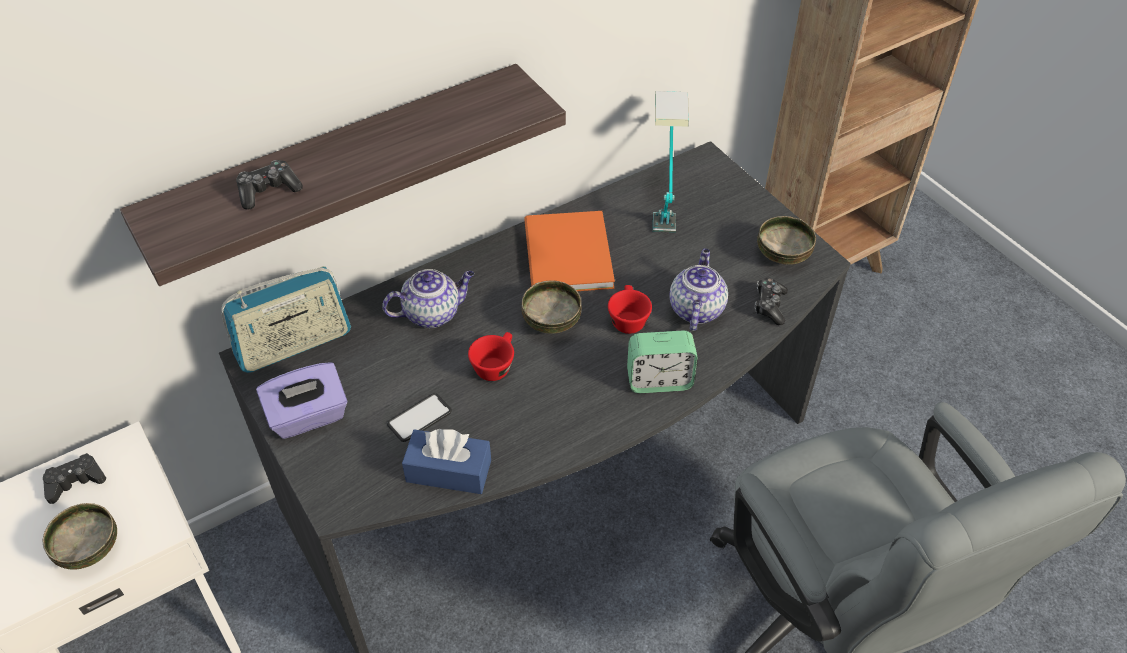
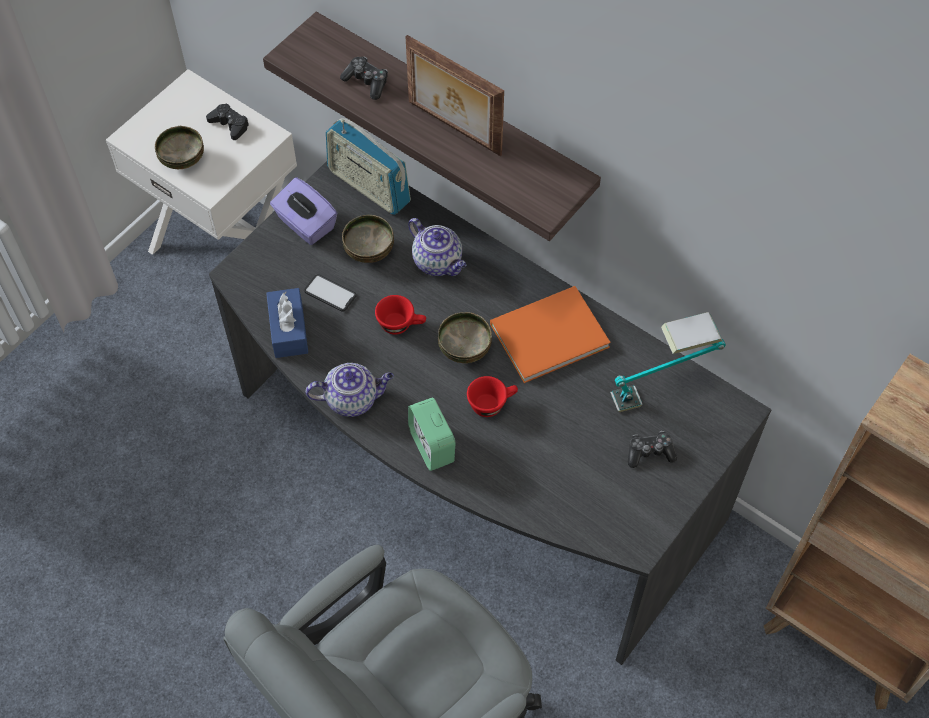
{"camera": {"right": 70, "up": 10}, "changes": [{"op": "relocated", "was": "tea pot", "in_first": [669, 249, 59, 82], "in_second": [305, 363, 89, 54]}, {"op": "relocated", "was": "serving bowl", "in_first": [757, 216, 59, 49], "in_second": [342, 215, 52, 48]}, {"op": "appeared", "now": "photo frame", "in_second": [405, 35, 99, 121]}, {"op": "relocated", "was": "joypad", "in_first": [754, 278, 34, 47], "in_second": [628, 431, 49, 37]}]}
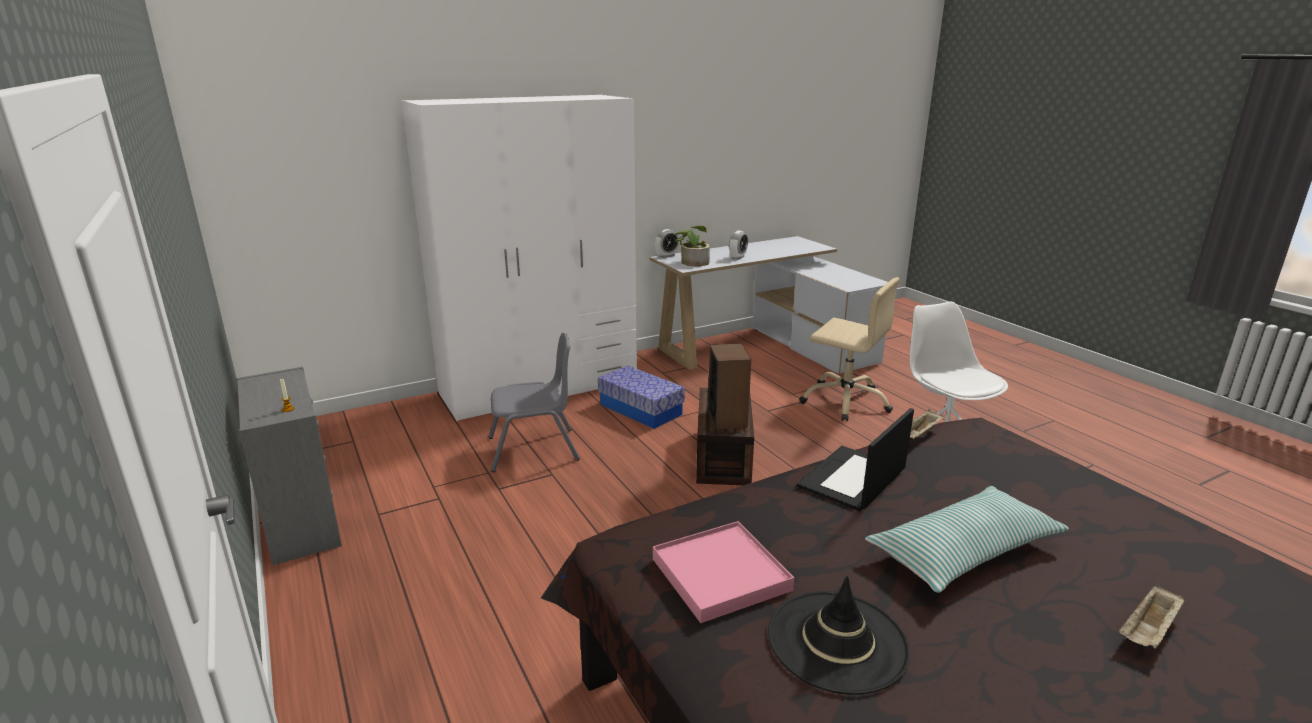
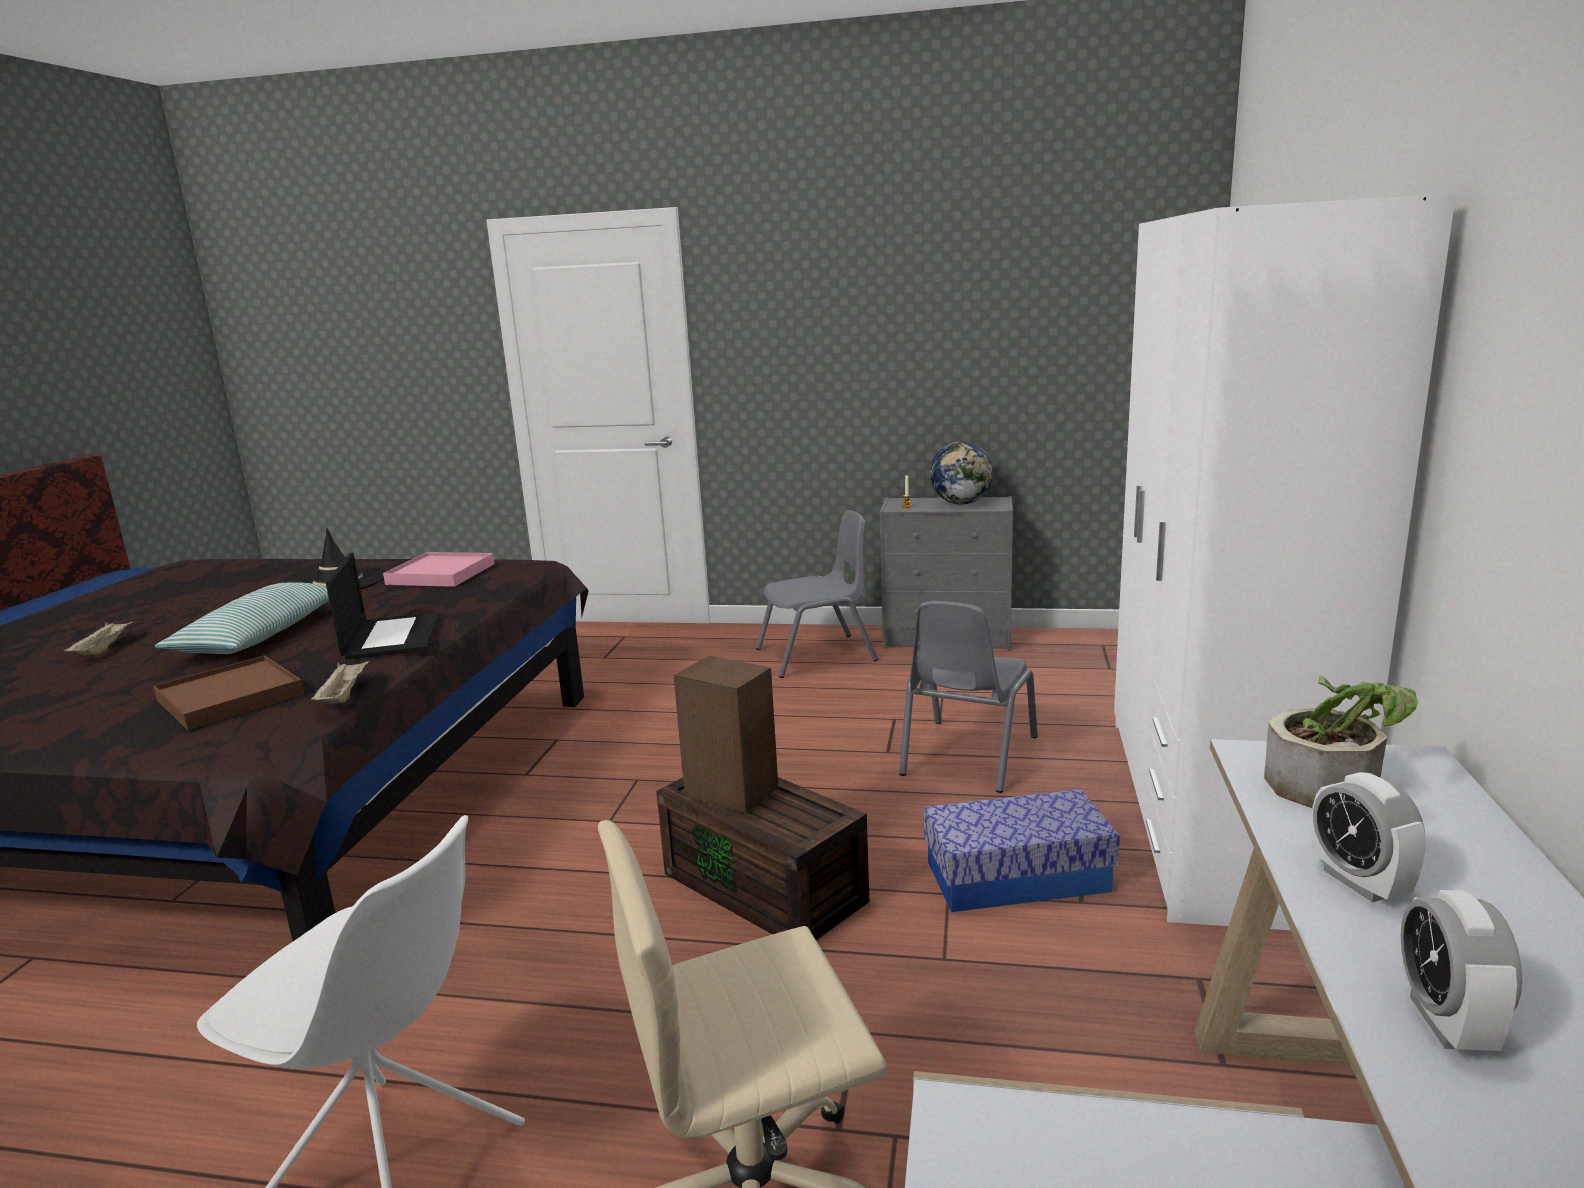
{"camera": {"right": 130, "up": -5}, "changes": [{"op": "appeared", "now": "brownish carrying tray", "in_second": [153, 655, 151, 75]}, {"op": "appeared", "now": "gray plain chair", "in_second": [756, 510, 122, 168]}, {"op": "appeared", "now": "desk globe", "in_second": [930, 441, 63, 63]}, {"op": "relocated", "was": "bedside clock", "in_first": [655, 229, 24, 29], "in_second": [1401, 890, 121, 161]}]}
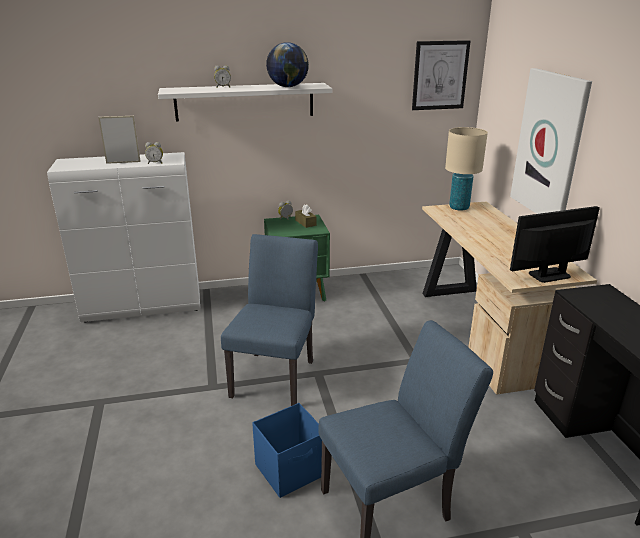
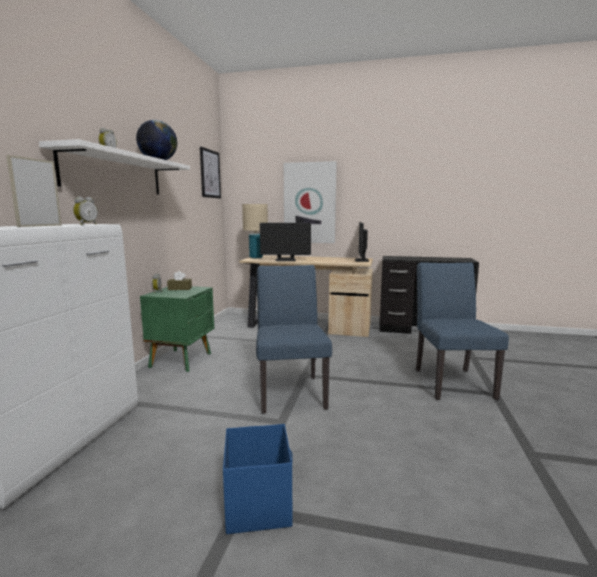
{"camera": {"right": -65, "up": -15}, "changes": [{"op": "relocated", "was": "blue-coloured storage container", "in_first": [252, 403, 70, 95], "in_second": [223, 424, 70, 110]}, {"op": "spun", "was": "blue-coloured plain chair", "in_first": [221, 234, 97, 172], "in_second": [256, 265, 76, 149], "clockwise": 45}, {"op": "appeared", "now": "monitor", "in_second": [260, 223, 51, 38]}]}
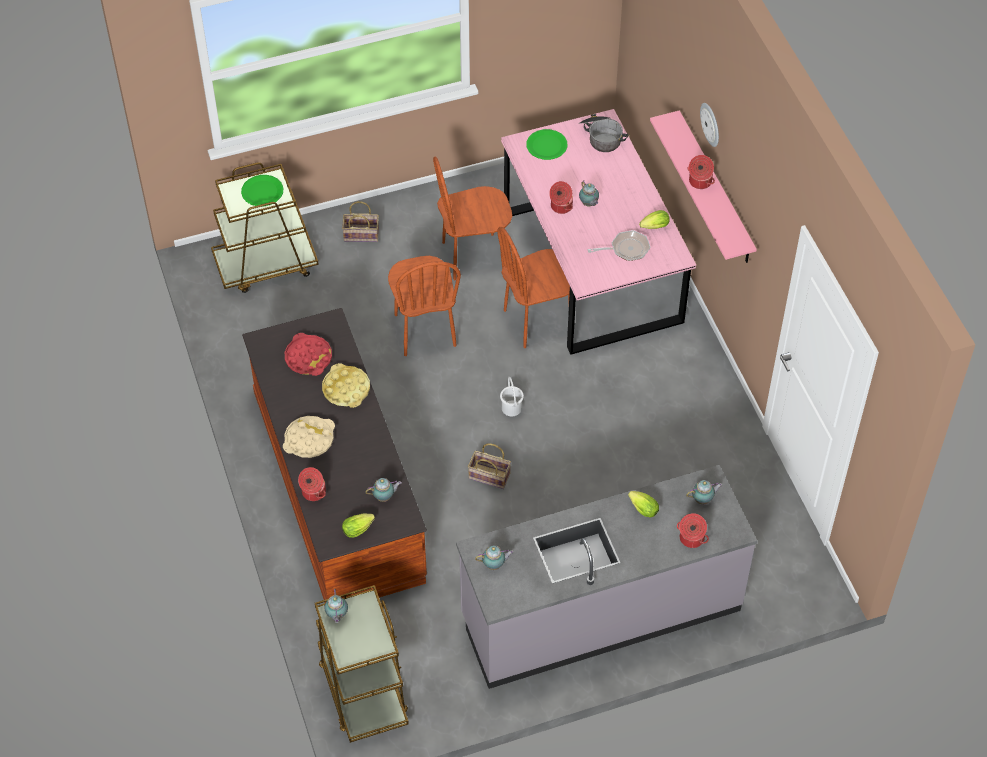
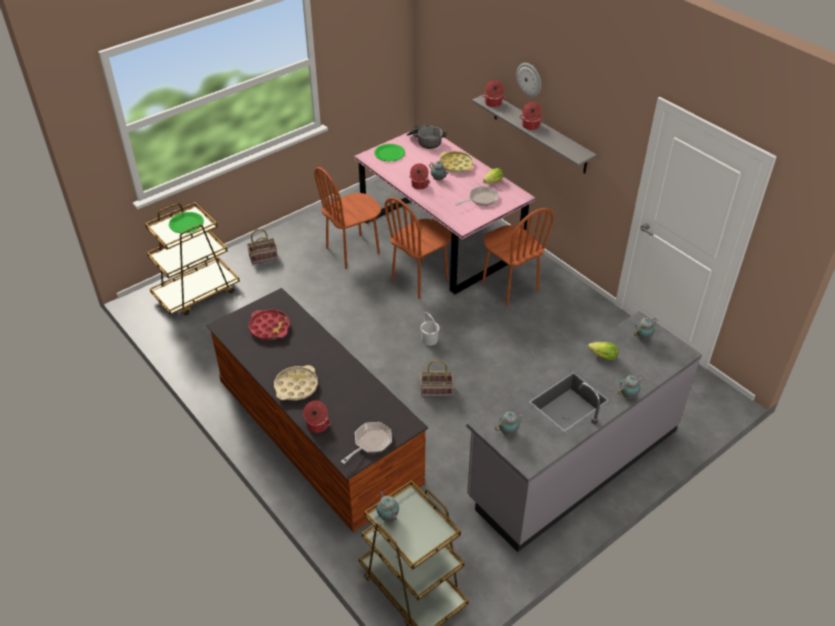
{"camera": {"right": -20, "up": -10}, "changes": [{"op": "exchanged", "was": "head of lettuce", "now": "pan", "in_first": [342, 514, 33, 23], "in_second": [341, 422, 51, 42]}, {"op": "relocated", "was": "yellowish carrying tray", "in_first": [322, 363, 48, 45], "in_second": [439, 151, 34, 21]}, {"op": "colour", "was": "pink-coloured shelf", "now": "gray shelf", "in_first": [650, 110, 107, 153], "in_second": [472, 94, 125, 80]}, {"op": "relocated", "was": "stockpot", "in_first": [677, 513, 32, 35], "in_second": [482, 80, 24, 27]}, {"op": "relocated", "was": "brownish plain chair", "in_first": [388, 256, 73, 100], "in_second": [482, 208, 72, 98]}, {"op": "relocated", "was": "tea pot", "in_first": [365, 478, 37, 24], "in_second": [618, 375, 26, 24]}]}
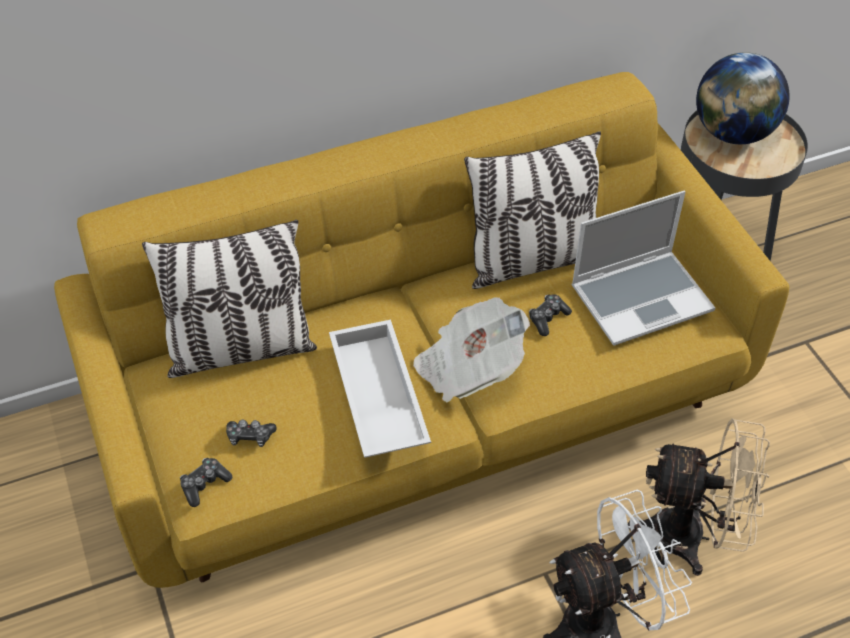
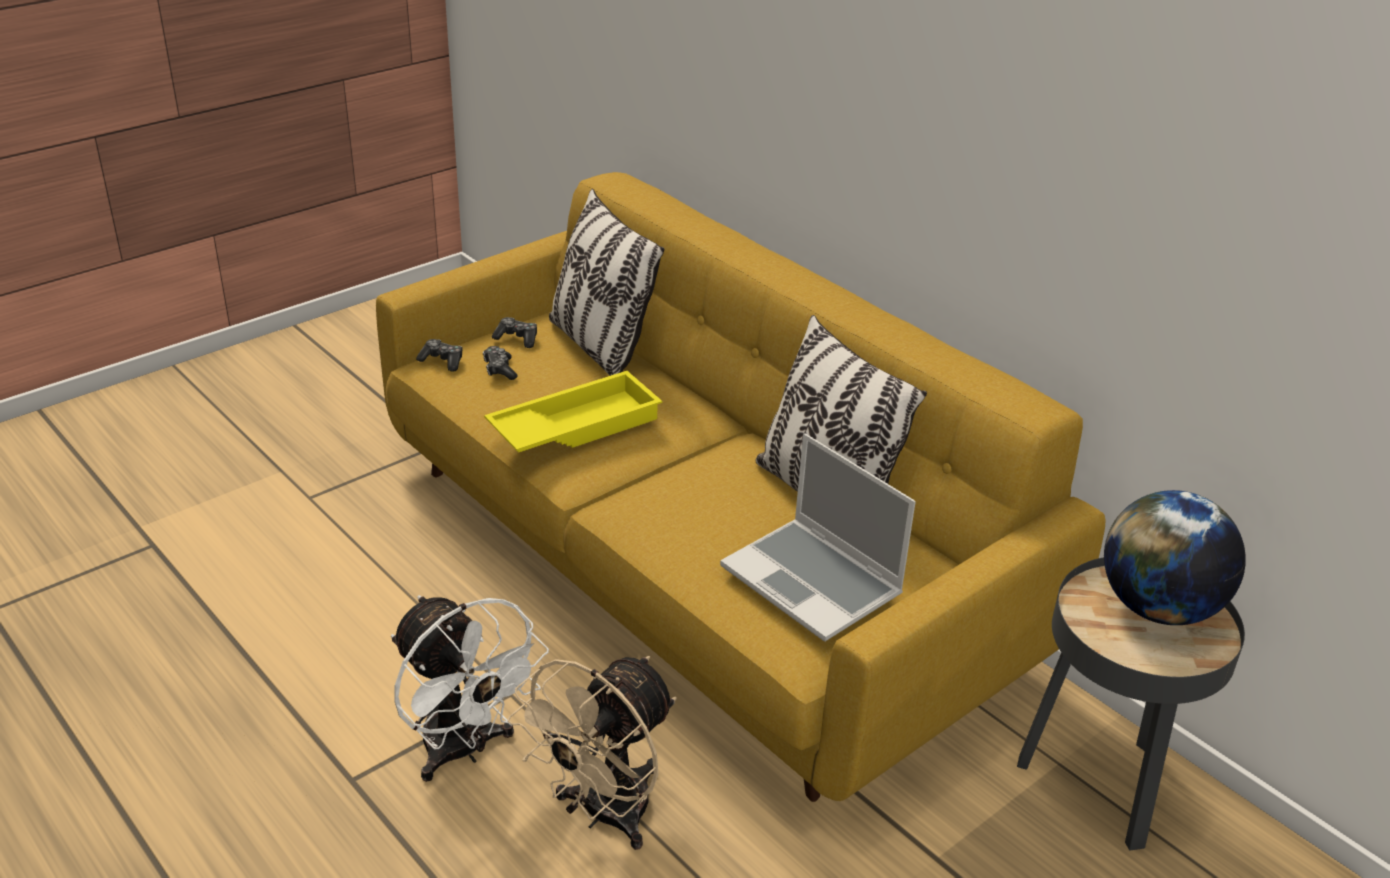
{"camera": {"right": 70, "up": -15}, "changes": [{"op": "colour", "was": "white carrying tray", "now": "yellowish carrying tray", "in_first": [329, 320, 102, 138], "in_second": [484, 371, 178, 82]}, {"op": "relocated", "was": "joypad", "in_first": [529, 294, 43, 42], "in_second": [492, 317, 45, 31]}, {"op": "spun", "was": "beige-coloured fan", "in_first": [628, 418, 142, 158], "in_second": [508, 656, 169, 194], "clockwise": 45}, {"op": "missing", "was": "newspaper", "in_first": [413, 297, 117, 106]}]}
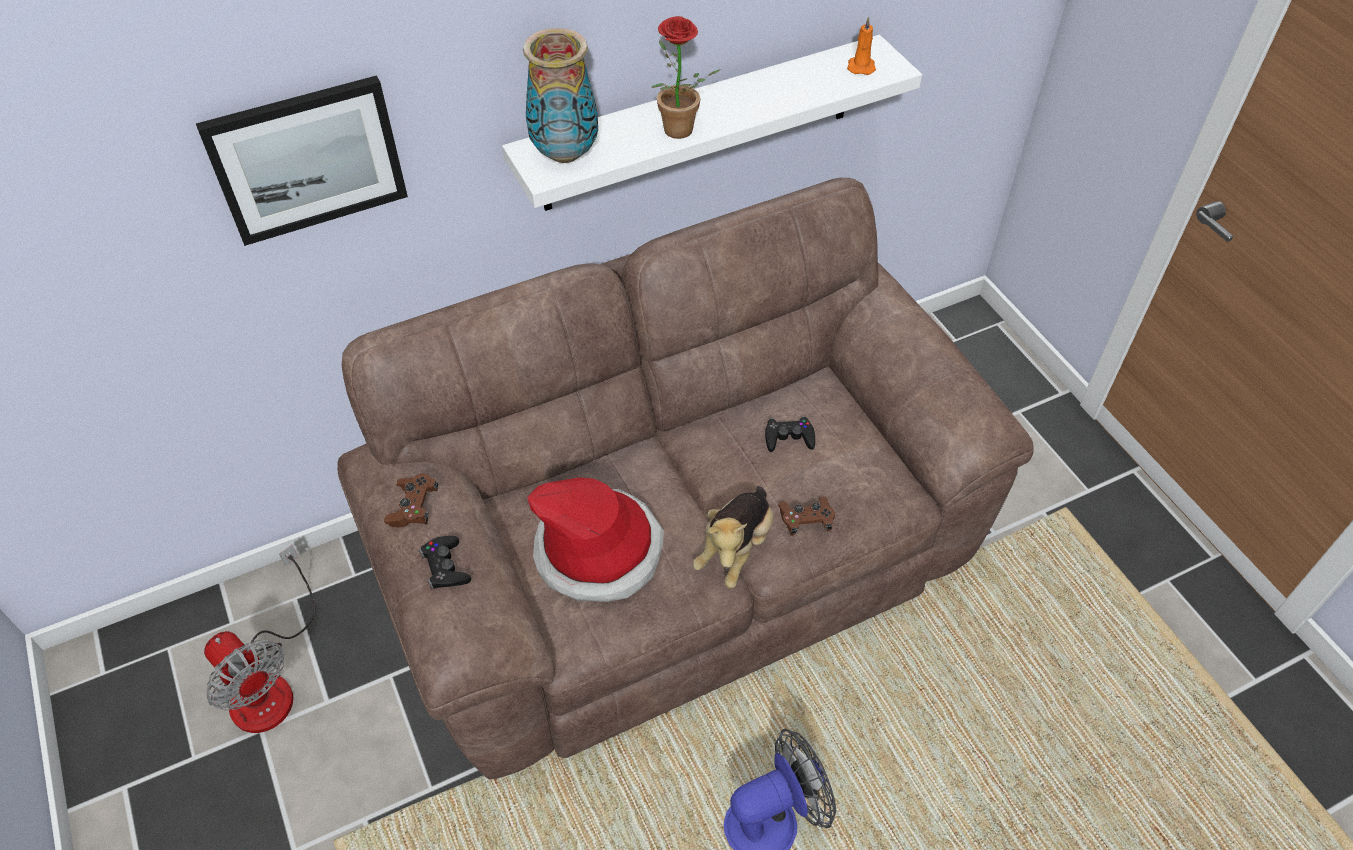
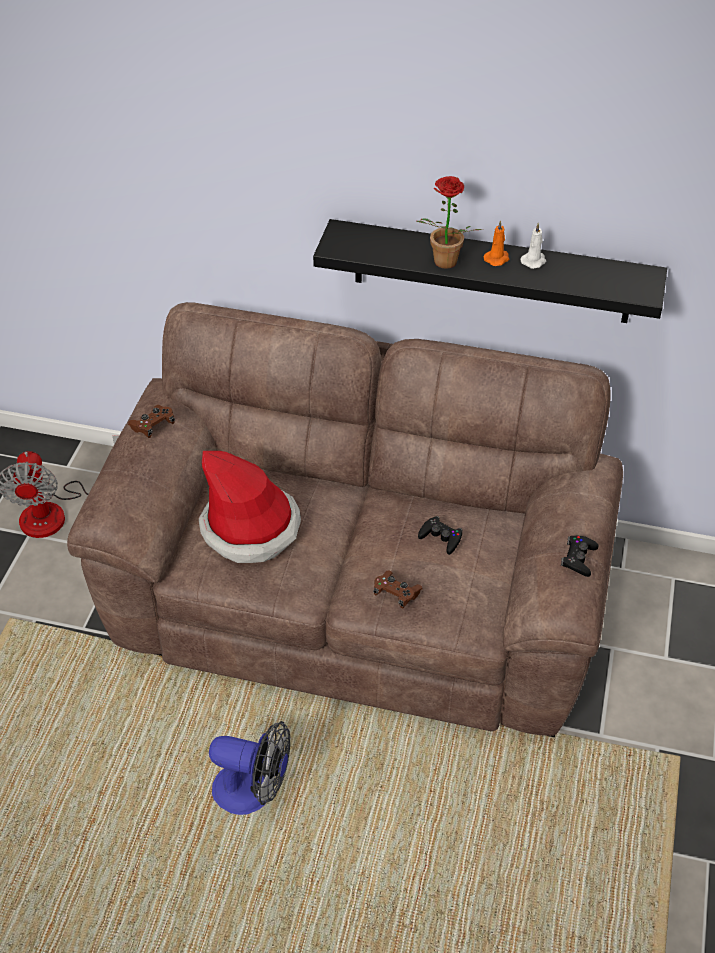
{"camera": {"right": 40, "up": -5}, "changes": [{"op": "colour", "was": "white shelf", "now": "black-coloured shelf", "in_first": [502, 35, 420, 176], "in_second": [313, 219, 354, 104]}, {"op": "relocated", "was": "orange-coloured wax candle", "in_first": [847, 17, 29, 58], "in_second": [484, 220, 25, 46]}, {"op": "appeared", "now": "white wax candle", "in_second": [520, 222, 26, 47]}, {"op": "relocated", "was": "black-coloured joypad", "in_first": [419, 536, 52, 53], "in_second": [561, 535, 38, 42]}, {"op": "missing", "was": "picture", "in_first": [196, 75, 212, 171]}, {"op": "missing", "was": "flower vase", "in_first": [523, 28, 75, 135]}, {"op": "missing", "was": "soft toy", "in_first": [693, 486, 81, 102]}]}
